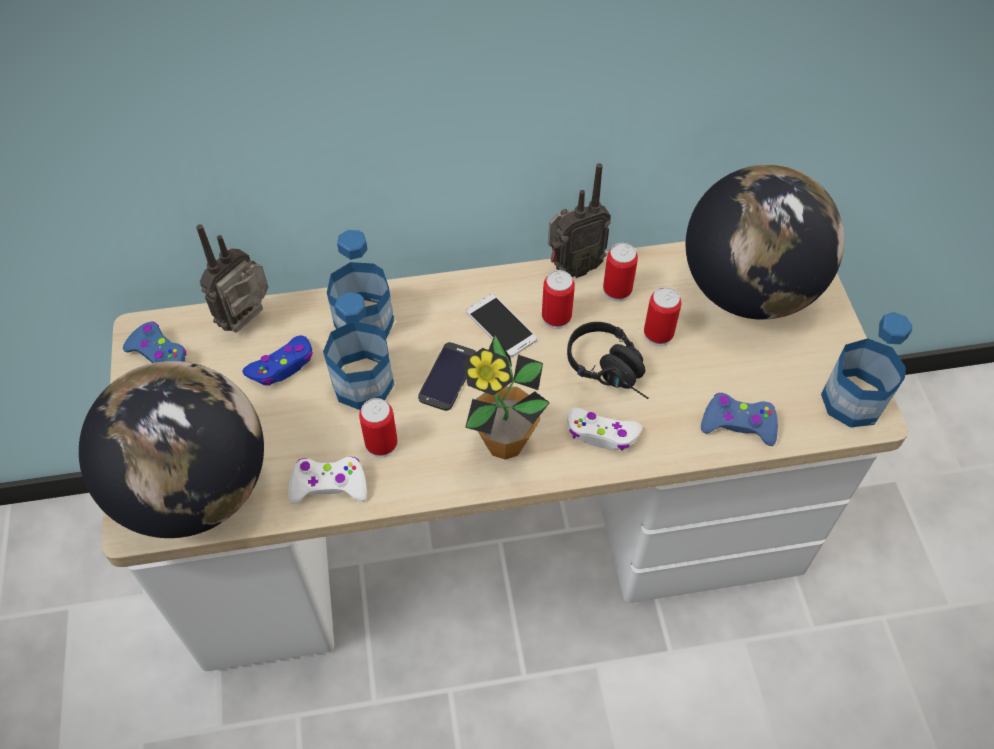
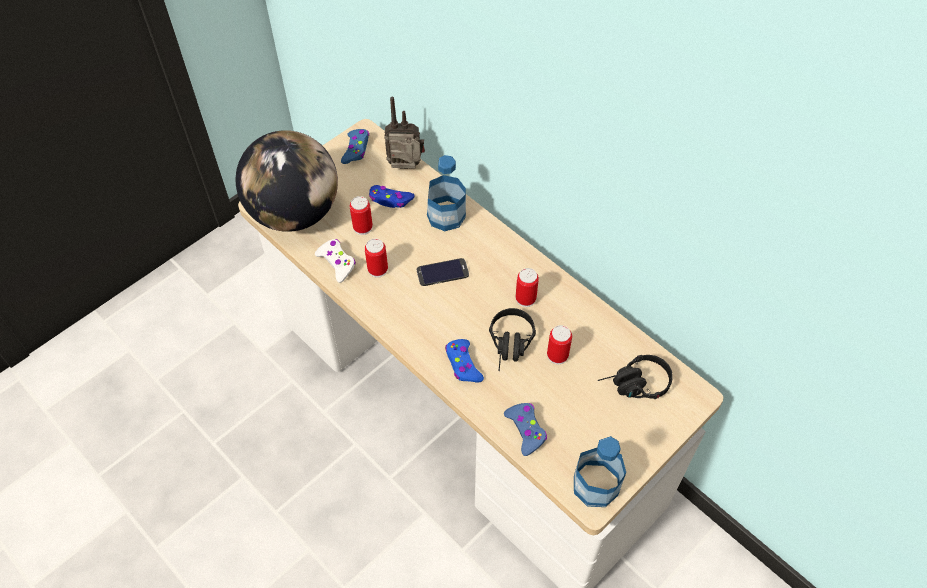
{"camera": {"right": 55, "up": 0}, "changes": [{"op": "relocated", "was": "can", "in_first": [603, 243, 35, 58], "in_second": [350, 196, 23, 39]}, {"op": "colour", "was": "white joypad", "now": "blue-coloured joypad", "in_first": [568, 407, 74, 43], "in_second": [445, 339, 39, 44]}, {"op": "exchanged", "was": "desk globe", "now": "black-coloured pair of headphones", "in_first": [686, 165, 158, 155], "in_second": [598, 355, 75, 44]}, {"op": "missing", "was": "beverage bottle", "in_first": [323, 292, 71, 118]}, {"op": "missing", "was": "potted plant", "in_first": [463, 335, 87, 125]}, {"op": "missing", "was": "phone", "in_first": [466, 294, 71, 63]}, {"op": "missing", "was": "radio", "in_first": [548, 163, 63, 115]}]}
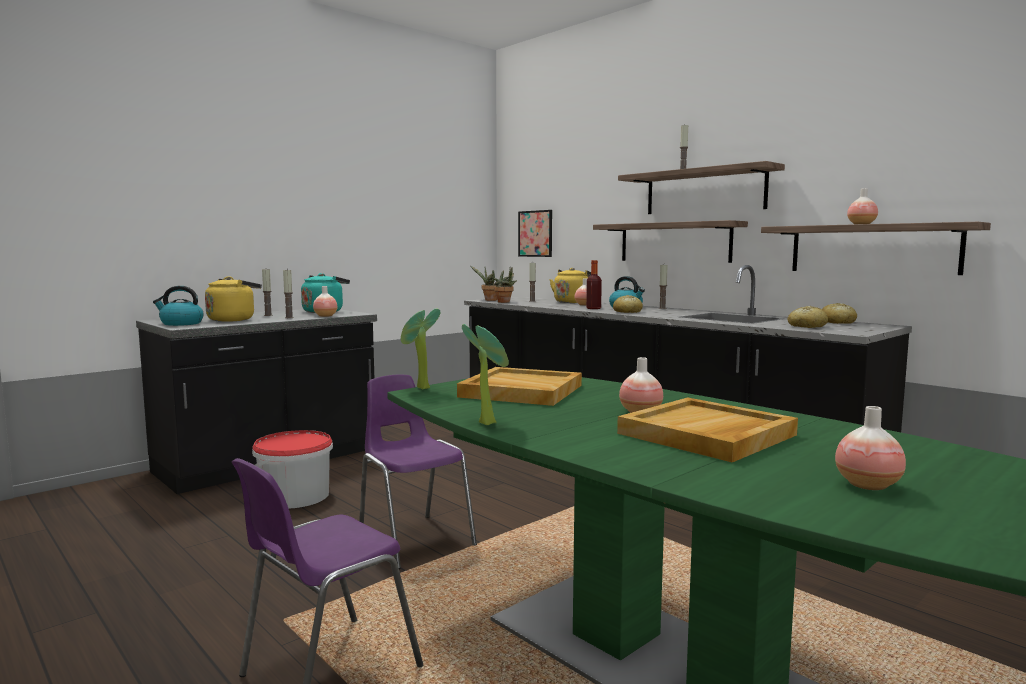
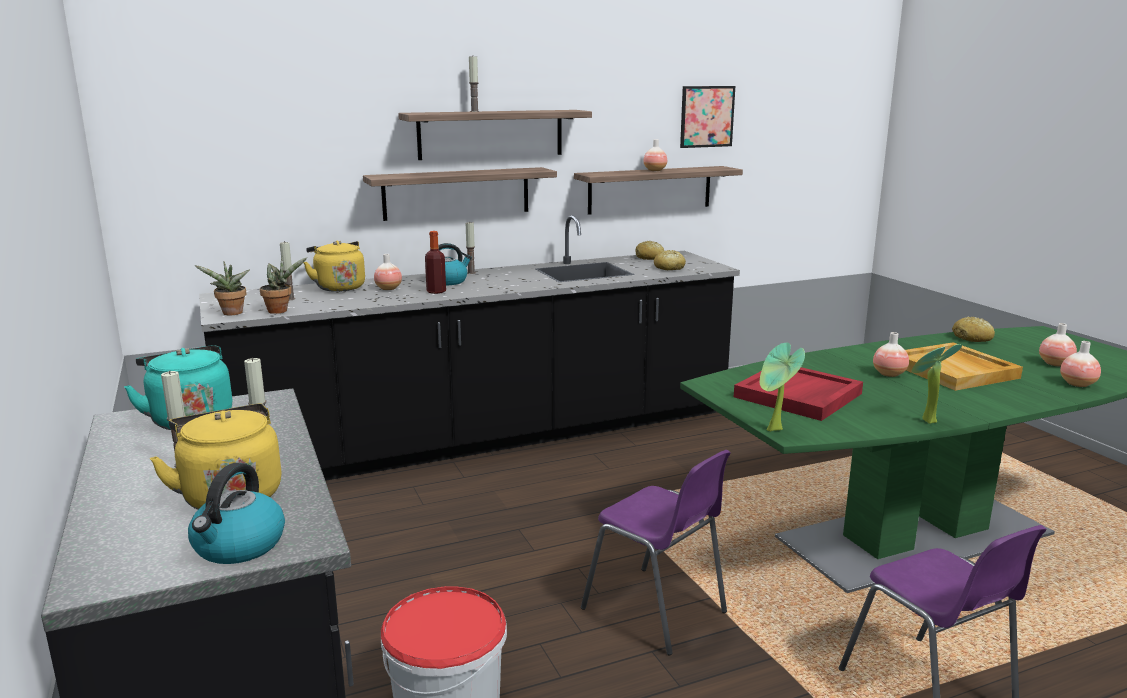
{"camera": {"right": -70, "up": 10}, "changes": [{"op": "spun", "was": "purple plain chair", "in_first": [359, 374, 118, 195], "in_second": [581, 450, 150, 205], "clockwise": -120}, {"op": "relocated", "was": "picture", "in_first": [518, 210, 34, 47], "in_second": [680, 86, 55, 62]}, {"op": "colour", "was": "beige-coloured carrying tray", "now": "red-coloured carrying tray", "in_first": [457, 367, 125, 39], "in_second": [734, 367, 129, 54]}, {"op": "relocated", "was": "baked bread", "in_first": [613, 295, 30, 18], "in_second": [952, 317, 43, 25]}, {"op": "relocated", "was": "flower vase", "in_first": [313, 286, 24, 31], "in_second": [1060, 341, 41, 46]}]}
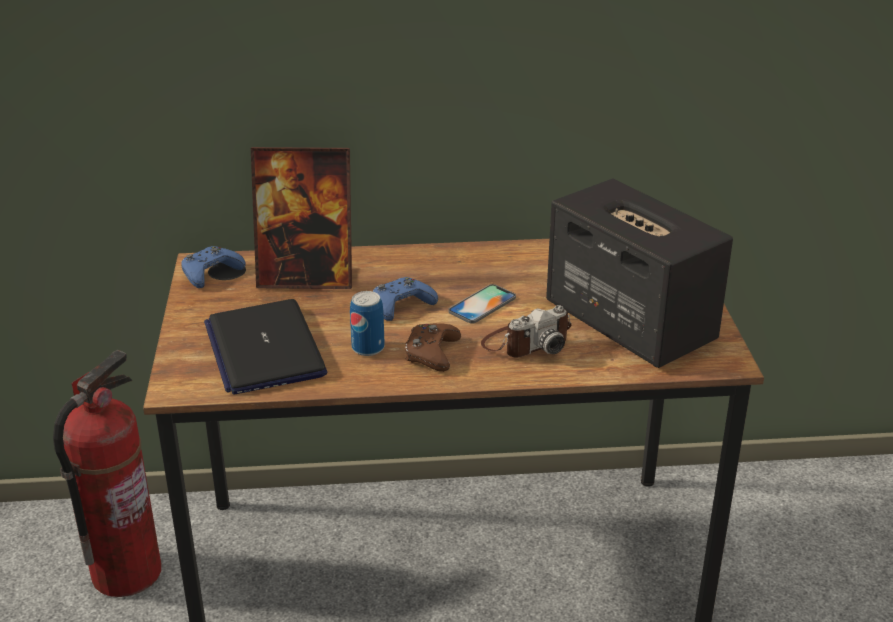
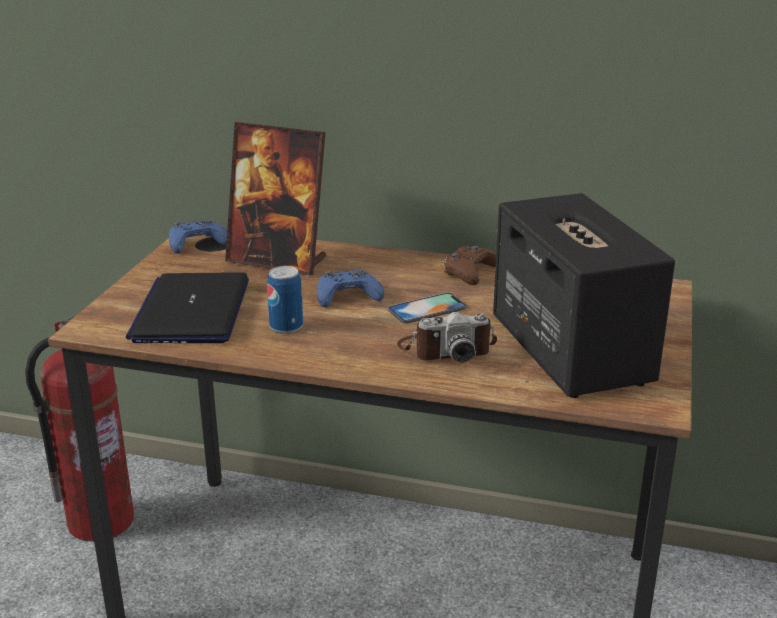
{"camera": {"right": 20, "up": -5}, "changes": [{"op": "relocated", "was": "brownish joypad", "in_first": [405, 323, 56, 49], "in_second": [444, 246, 52, 39]}]}
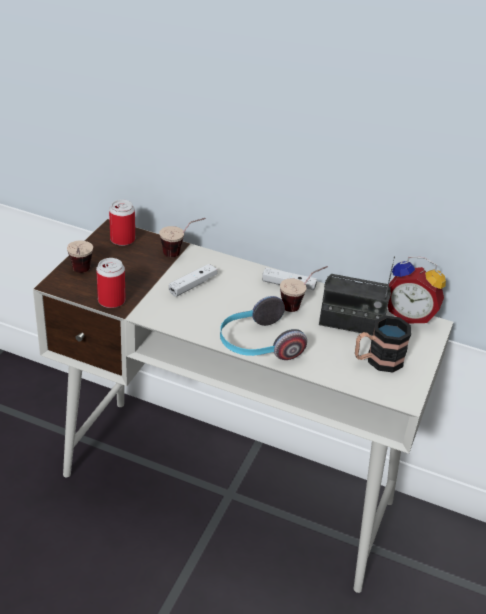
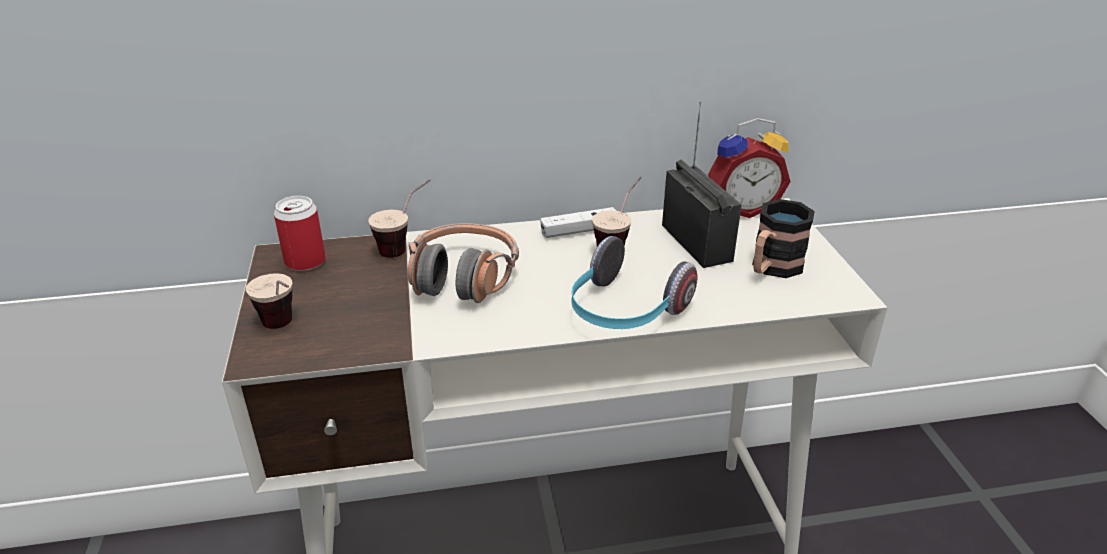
{"camera": {"right": -30, "up": -5}, "changes": [{"op": "exchanged", "was": "white joypad", "now": "pair of headphones", "in_first": [169, 264, 48, 33], "in_second": [408, 223, 111, 80]}, {"op": "spun", "was": "radio", "in_first": [319, 256, 76, 79], "in_second": [662, 102, 80, 166], "clockwise": -90}, {"op": "missing", "was": "can", "in_first": [96, 258, 30, 50]}]}
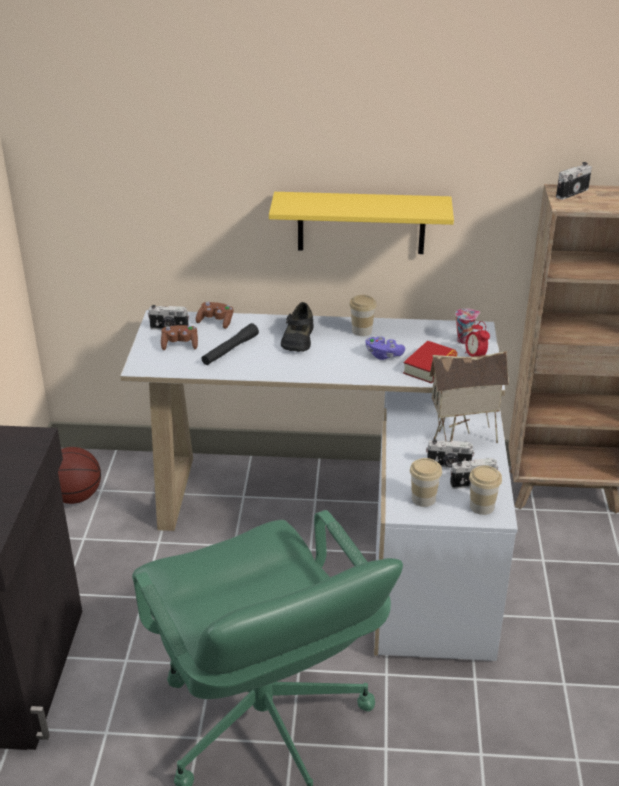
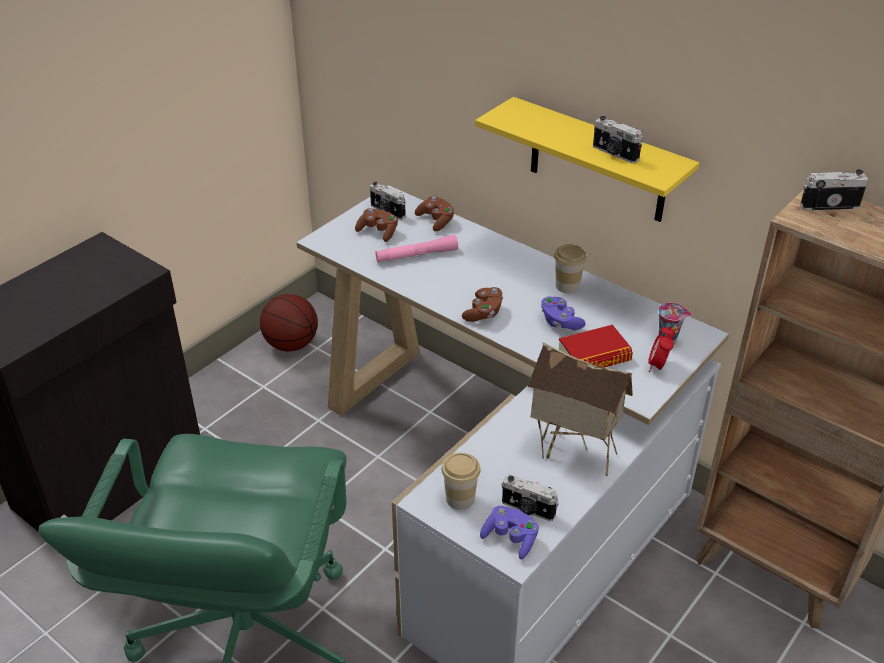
{"camera": {"right": 35, "up": 5}, "changes": [{"op": "colour", "was": "black-coloured hand torch", "now": "pink-coloured hand torch", "in_first": [202, 323, 57, 42], "in_second": [375, 235, 83, 27]}, {"op": "appeared", "now": "brownish joypad", "in_second": [462, 287, 41, 35]}, {"op": "exchanged", "was": "small cup", "now": "purple joypad", "in_first": [469, 465, 33, 50], "in_second": [480, 506, 59, 53]}, {"op": "relocated", "was": "photo camera", "in_first": [426, 439, 49, 29], "in_second": [593, 116, 49, 47]}, {"op": "missing", "was": "black-coloured low shoe", "in_first": [281, 302, 32, 50]}]}
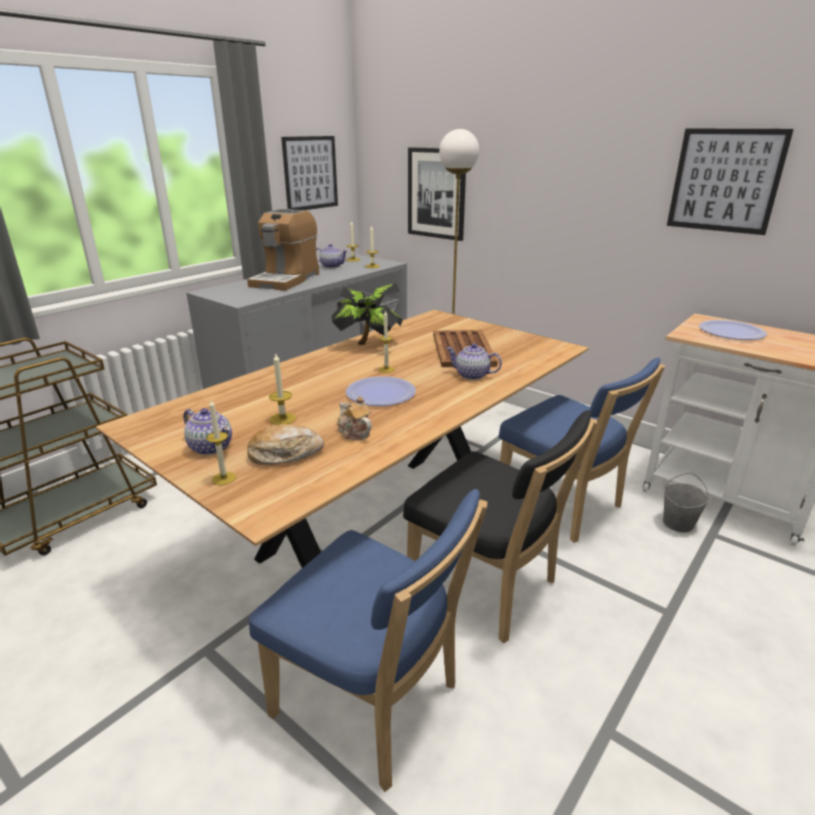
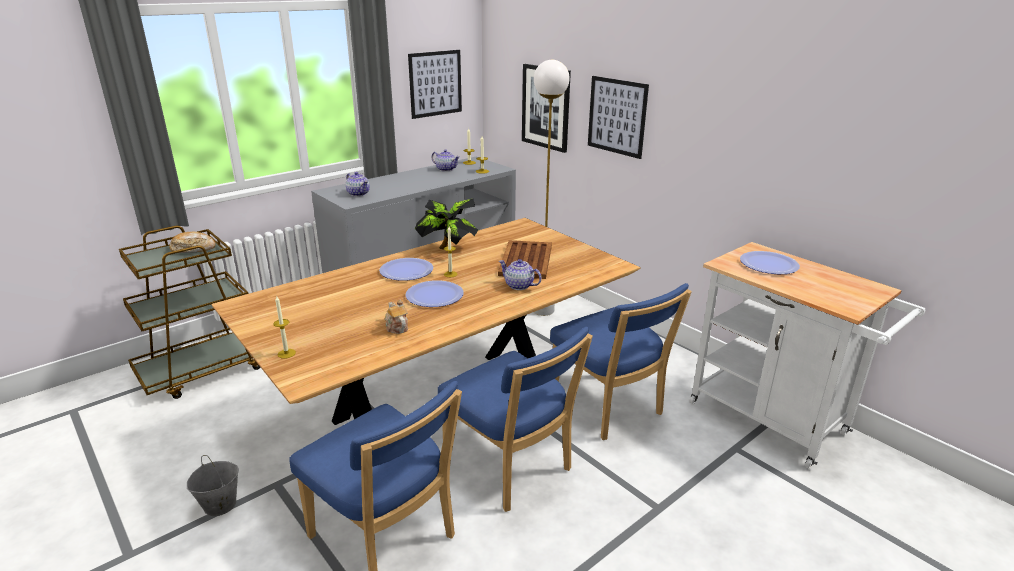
{"camera": {"right": 10, "up": 0}, "changes": [{"op": "relocated", "was": "baked bread", "in_first": [247, 424, 77, 41], "in_second": [169, 232, 46, 21]}, {"op": "relocated", "was": "gray water bucket", "in_first": [663, 473, 46, 59], "in_second": [187, 455, 52, 61]}, {"op": "relocated", "was": "tea pot", "in_first": [183, 408, 49, 47], "in_second": [346, 172, 24, 25]}, {"op": "appeared", "now": "flat dish", "in_second": [379, 258, 54, 23]}, {"op": "colour", "was": "black-coloured plain chair", "now": "blue-coloured plain chair", "in_first": [403, 410, 194, 234], "in_second": [438, 327, 155, 185]}, {"op": "relocated", "was": "picture", "in_first": [667, 129, 127, 106], "in_second": [588, 76, 61, 83]}, {"op": "missing", "was": "coffee machine", "in_first": [247, 209, 72, 82]}, {"op": "missing", "was": "wax candle", "in_first": [269, 354, 27, 71]}]}
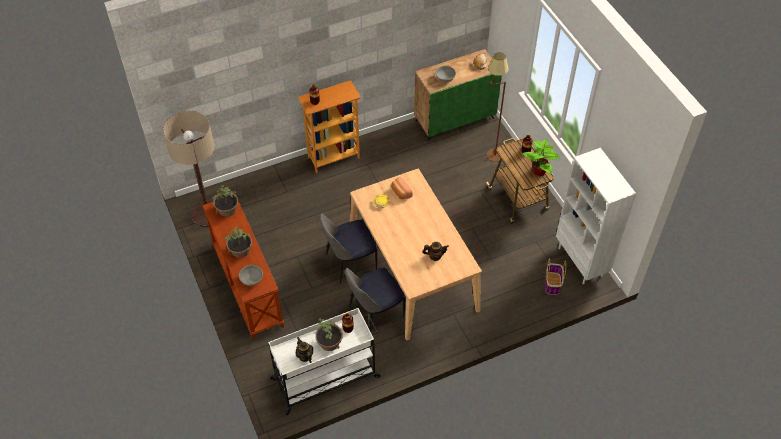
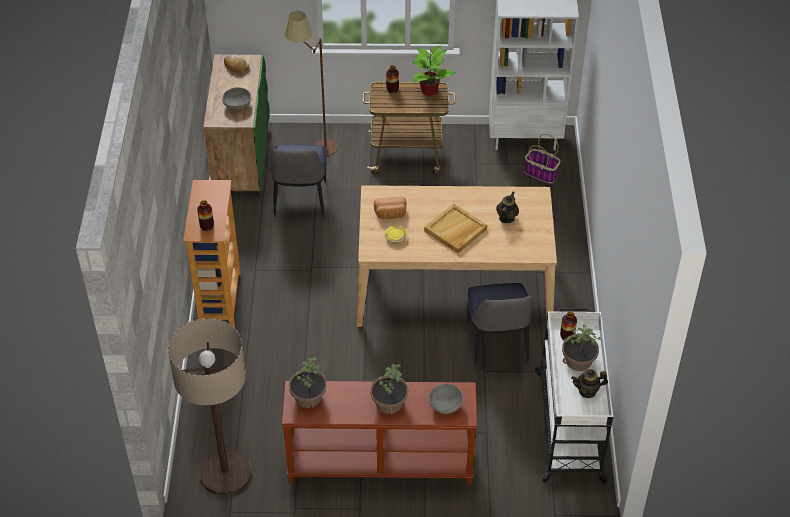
{"camera": {"right": -65, "up": -5}, "changes": [{"op": "relocated", "was": "plain chair", "in_first": [320, 213, 57, 70], "in_second": [270, 144, 57, 74]}, {"op": "appeared", "now": "beige-coloured carrying tray", "in_second": [424, 204, 63, 49]}]}
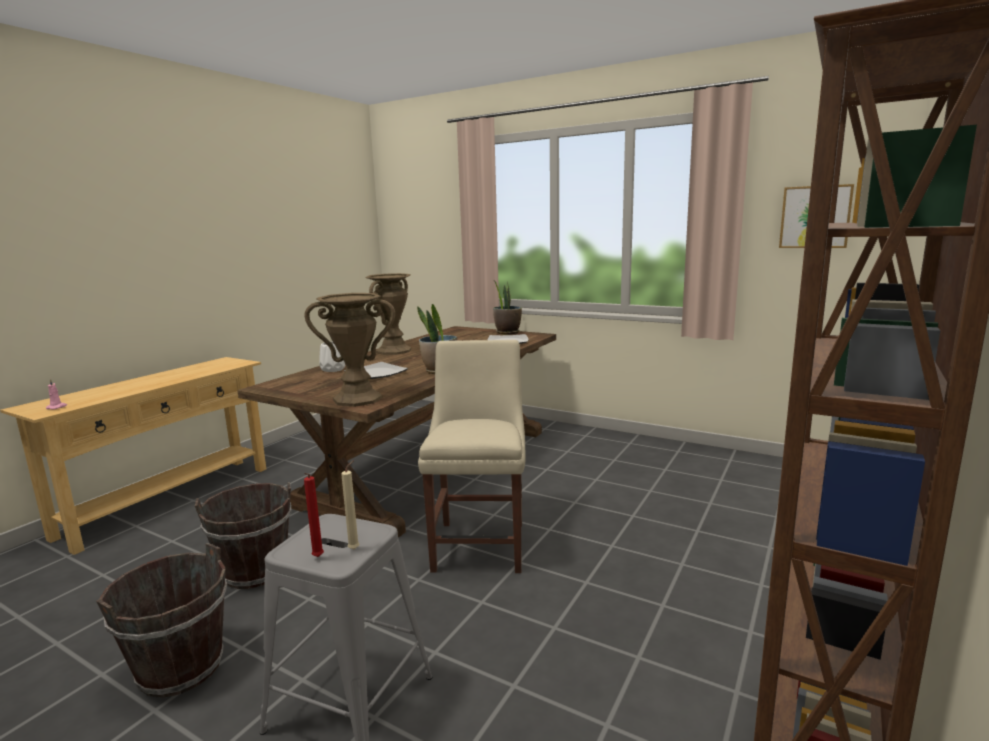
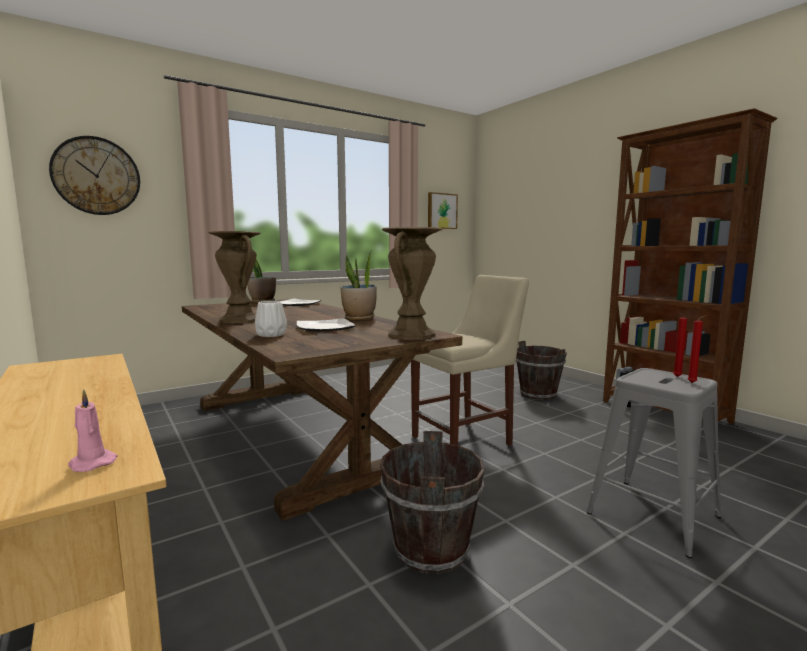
{"camera": {"right": -65, "up": -5}, "changes": [{"op": "appeared", "now": "hanging clock", "in_second": [49, 136, 91, 79]}, {"op": "spun", "was": "beige-coloured plain chair", "in_first": [418, 340, 107, 233], "in_second": [411, 275, 118, 171], "clockwise": 120}, {"op": "relocated", "was": "brownish water bucket", "in_first": [96, 543, 131, 155], "in_second": [516, 341, 51, 59]}, {"op": "colour", "was": "beige-coloured wax candle", "now": "red-coloured wax candle", "in_first": [341, 460, 18, 89], "in_second": [673, 311, 14, 66]}]}
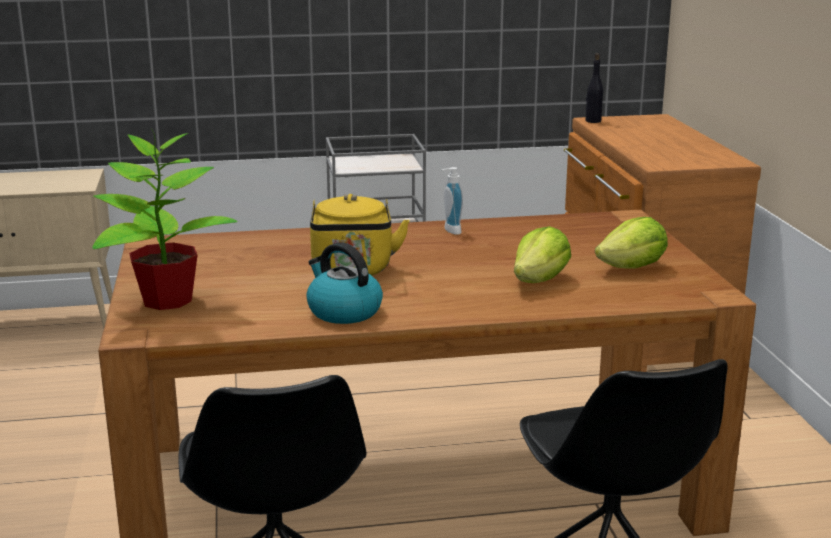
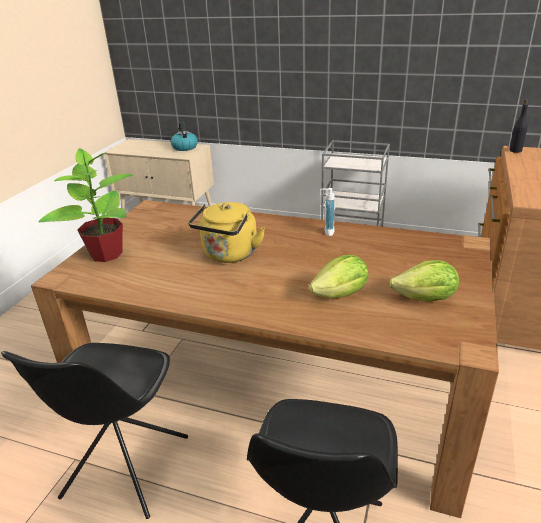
{"camera": {"right": 30, "up": 10}, "changes": [{"op": "relocated", "was": "water kettle", "in_first": [306, 242, 77, 82], "in_second": [171, 122, 27, 29]}]}
